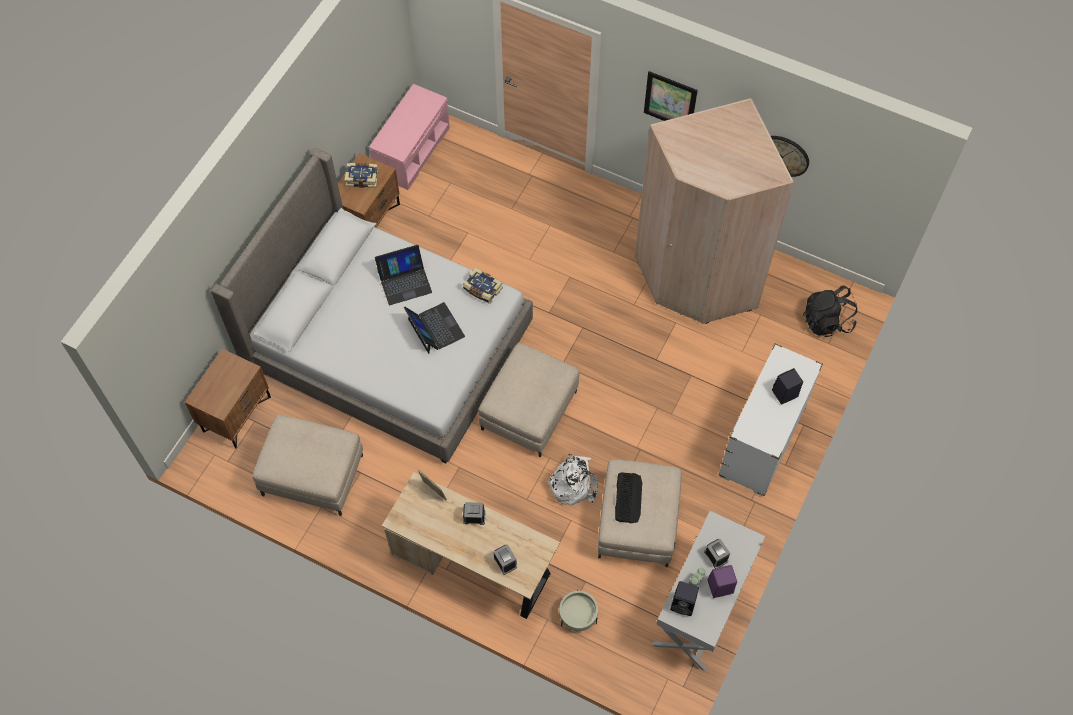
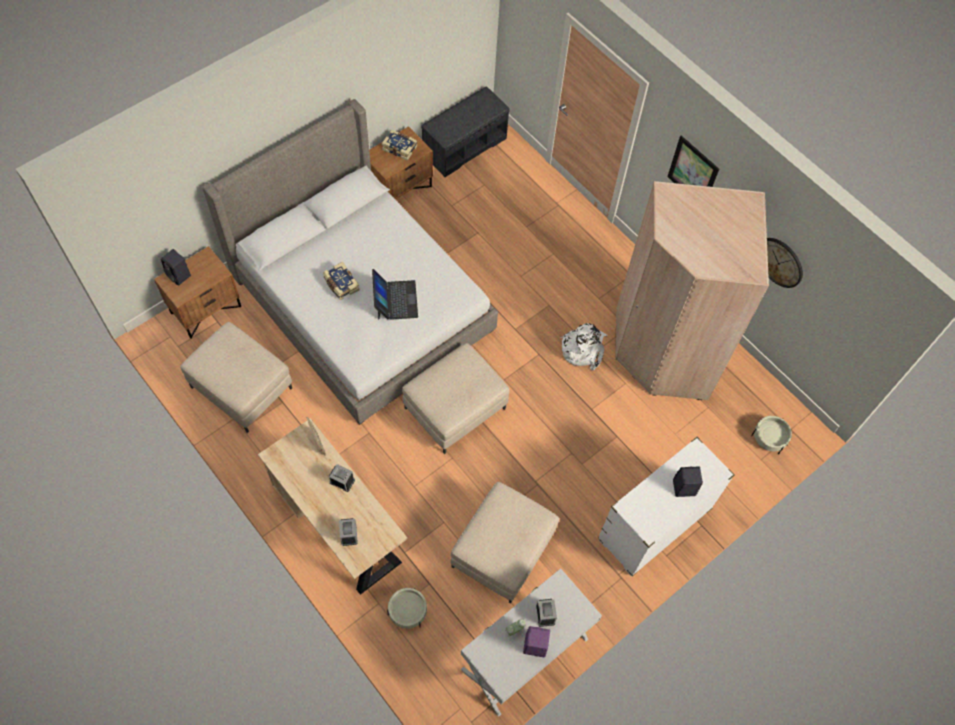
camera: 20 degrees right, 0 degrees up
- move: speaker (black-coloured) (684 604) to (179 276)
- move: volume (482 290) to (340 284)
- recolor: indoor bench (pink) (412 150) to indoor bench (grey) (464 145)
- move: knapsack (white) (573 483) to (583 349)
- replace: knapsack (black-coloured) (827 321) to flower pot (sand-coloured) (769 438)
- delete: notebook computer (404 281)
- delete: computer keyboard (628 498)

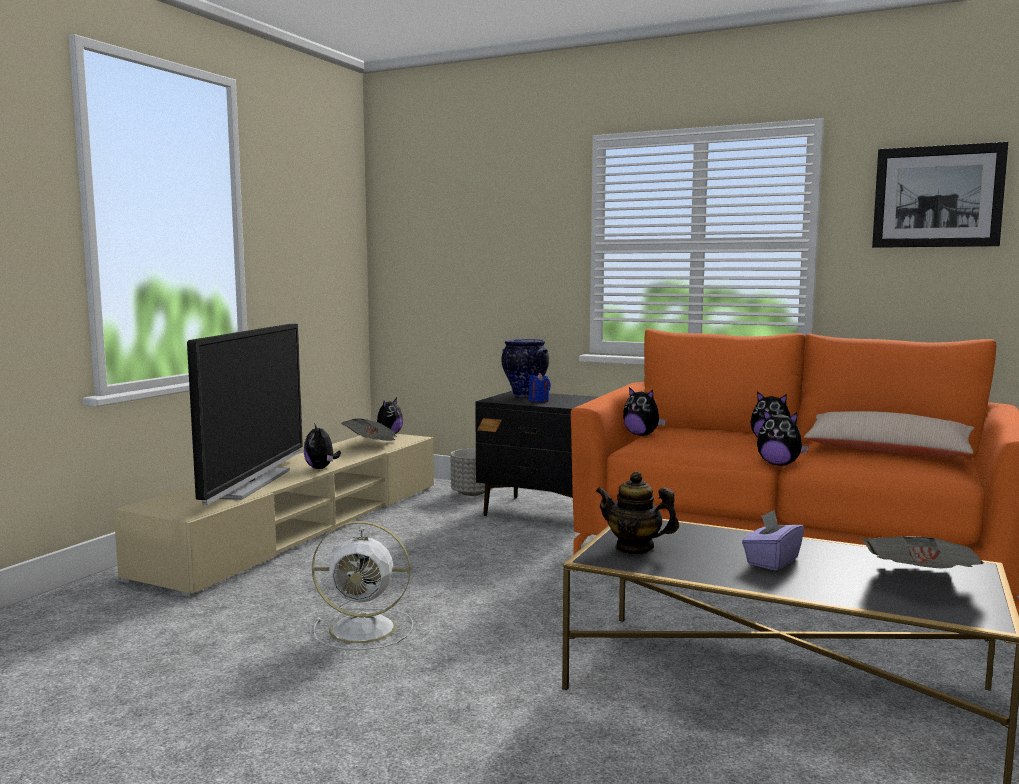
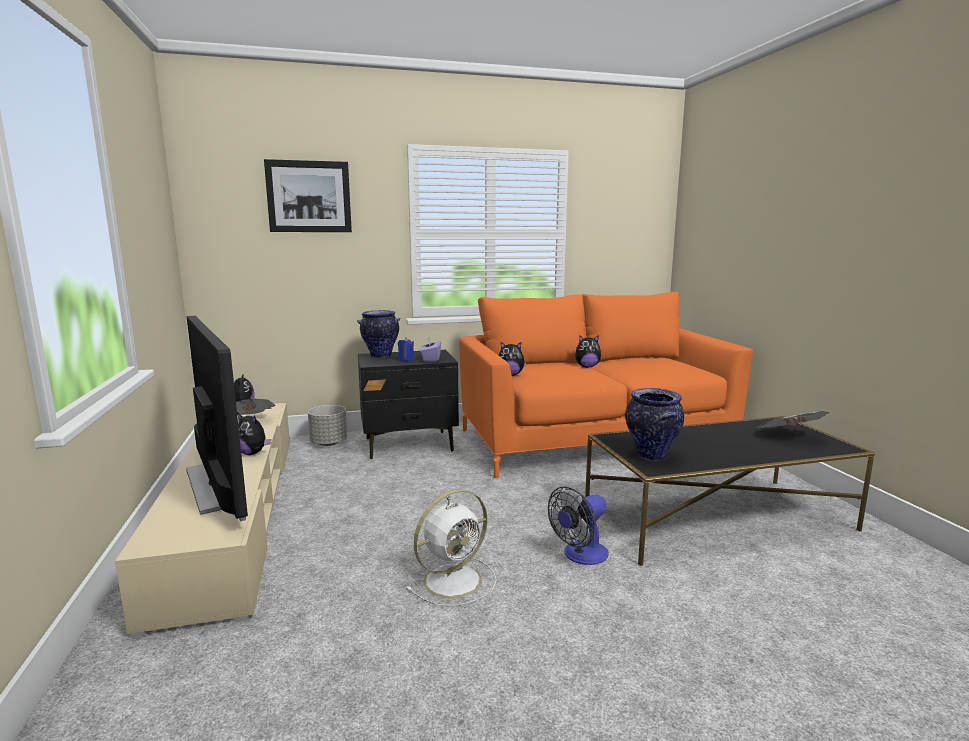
camera: 40 degrees left, 5 degrees up
- move: picture (937 196) to (309 197)
- move: tissue holder (purple-coloured) (771 561) to (431 359)
- insert: cooling fan (580 556)
- replace: pot for tea (635 548) to flower vase (651 456)
- delete: soft toy (779 464)
- delete: cushion (sand-coloured) (887 451)

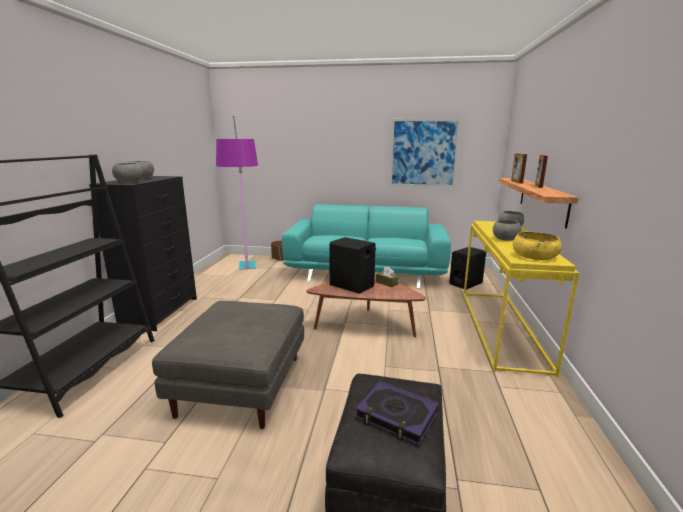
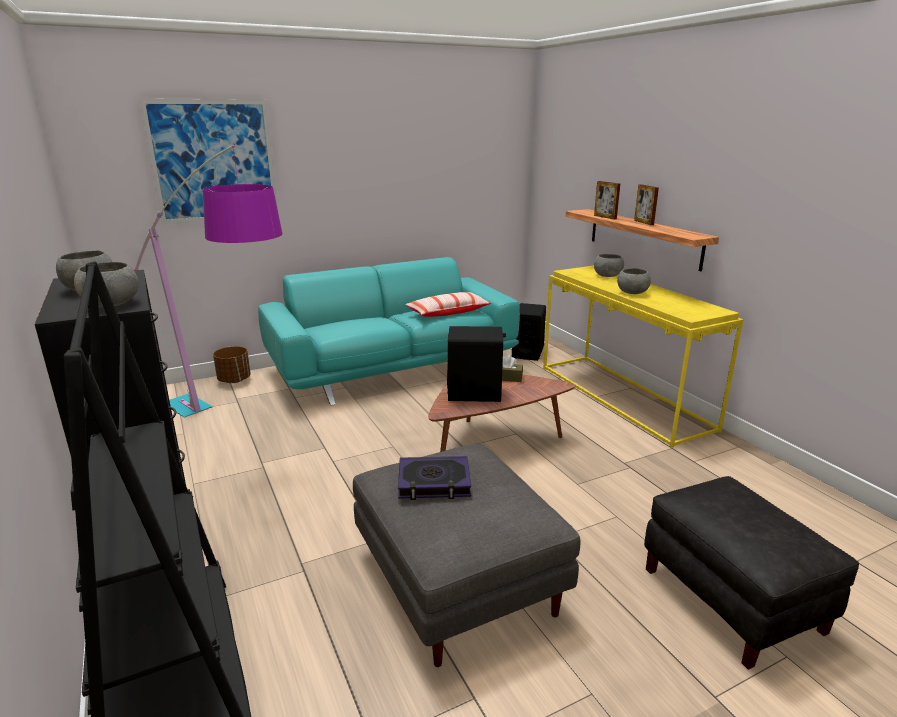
camera: 35 degrees left, 5 degrees up
- move: picture (423 153) to (214 161)
- move: volume (396 416) to (434 483)
- insert: cushion (448 312)
- delete: serving bowl (yellowish) (534 256)

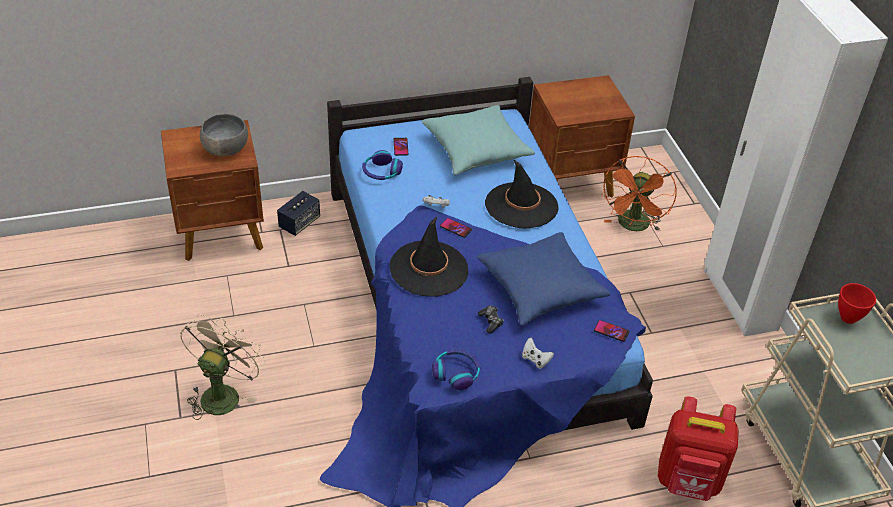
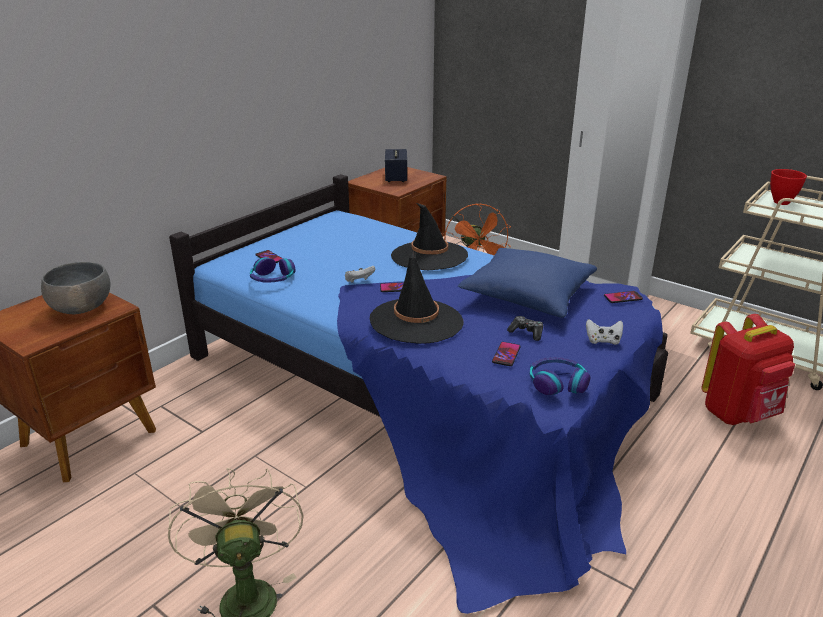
camera: 35 degrees left, 15 degrees down
- move: speaker (299 223) to (396 177)
- insert: telephone (506 354)
- delete: cushion (turquoise) (476 150)

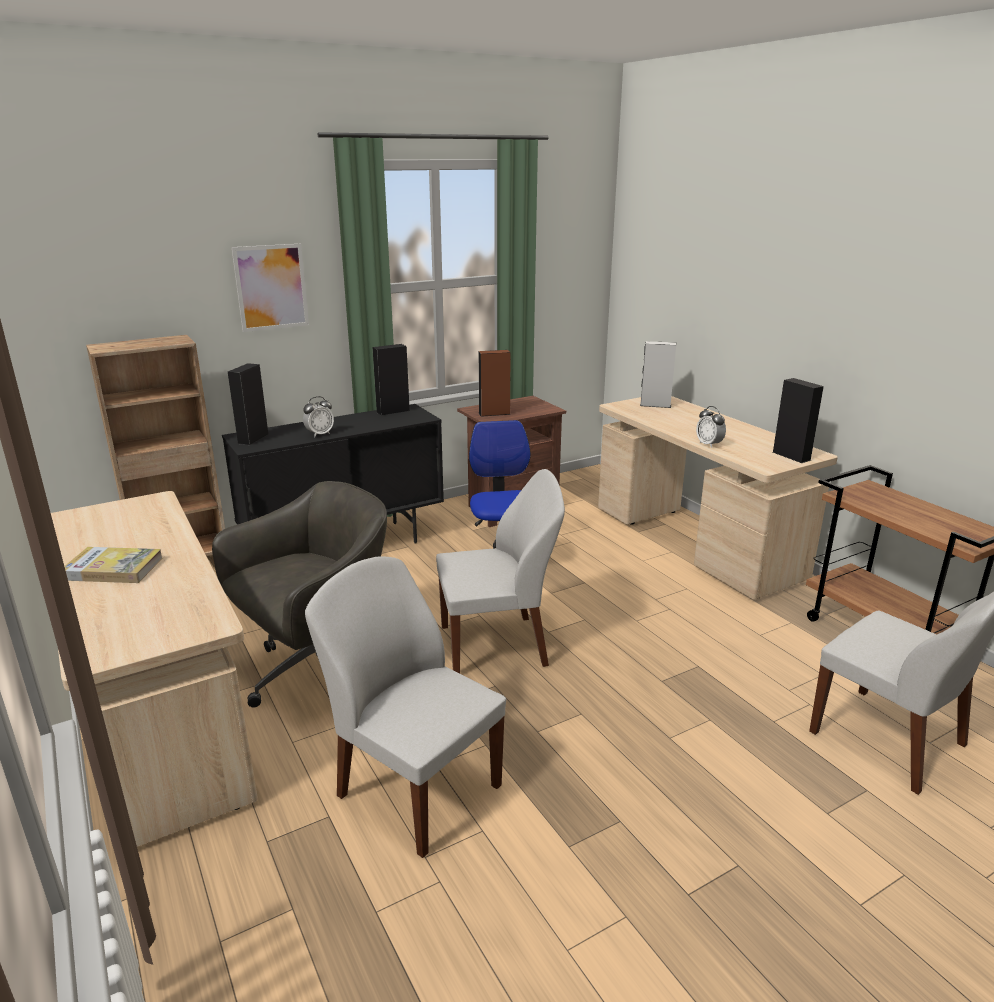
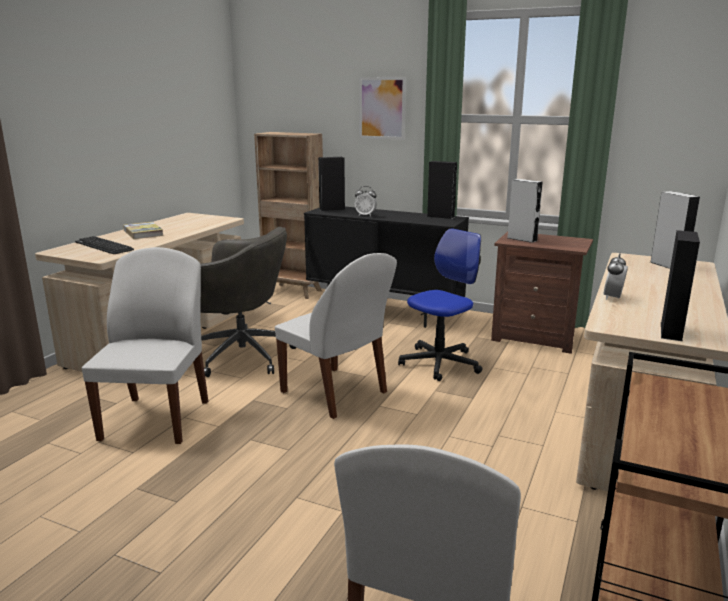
camera: 55 degrees right, 5 degrees down
- insert: computer keyboard (103 246)
- recolor: speaker (brownish) (494 413) to speaker (grey) (522 239)

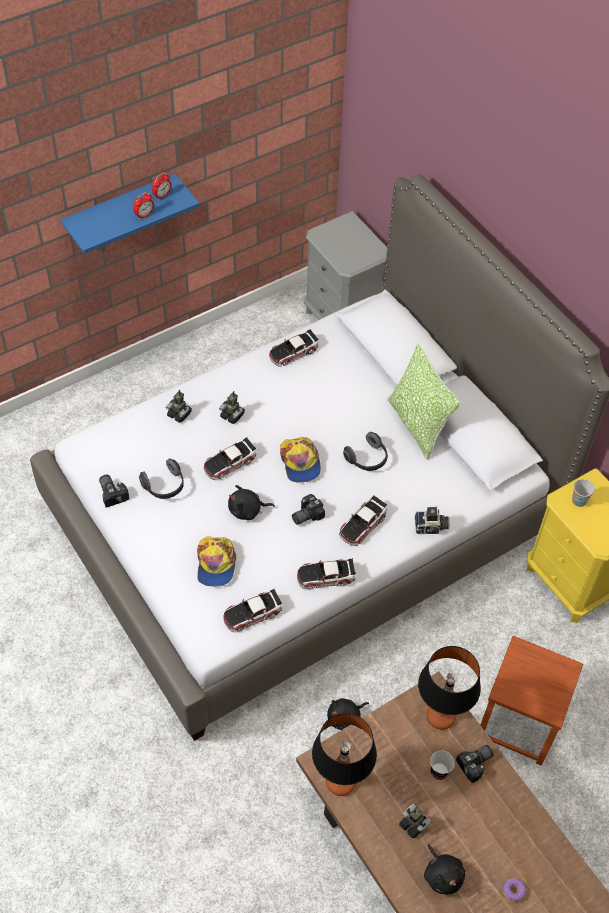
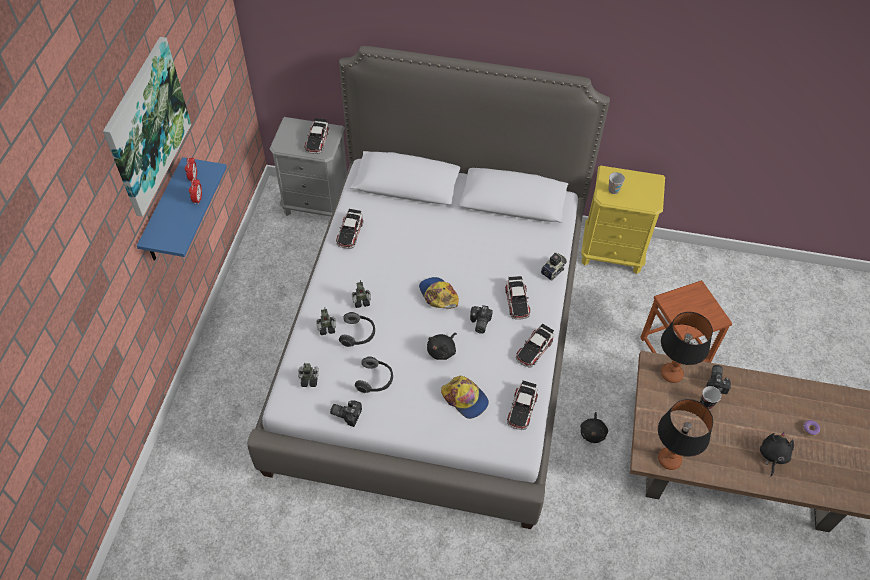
camera: 45 degrees left, 0 degrees up
- insert: picture (147 126)
- move: toy robot (413 824) to (309 380)
- move: model car (229 462) to (317 140)
- move: headset (367 459) to (358 334)
- rotate: baseball cap (300 462) = (438 295) 150 degrees counterclockwise
- rotate: soft toy (black-coloured) (442 875) = (772 456) 90 degrees counterclockwise
- delete: cushion (417 425)

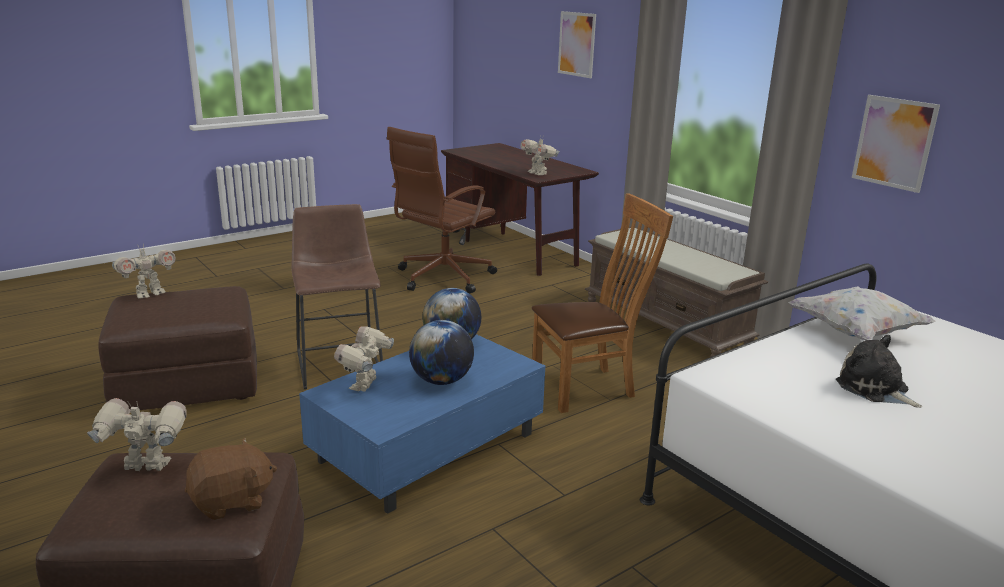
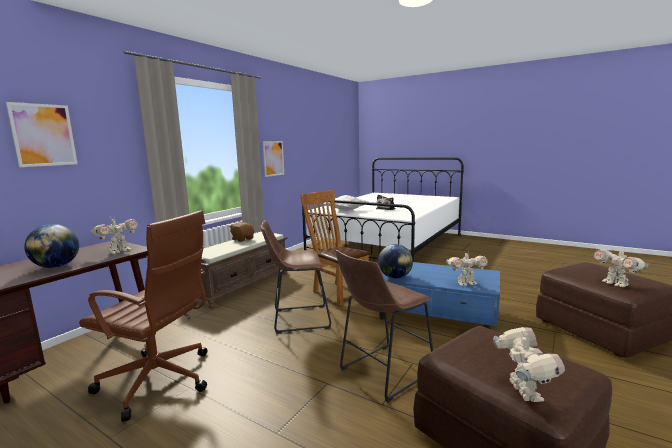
camera: 110 degrees left, 10 degrees down
- move: world globe (441 381) to (56 266)
- move: soft toy (brownish) (232 501) to (243 239)
- insert: stool (brownish) (297 319)
- rotate: toy robot (149 294) = (523 392) 60 degrees clockwise

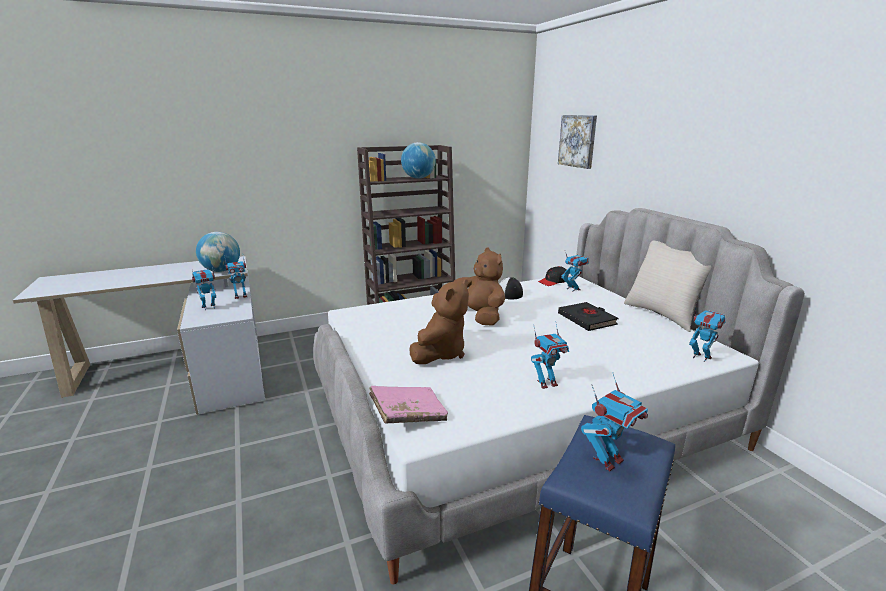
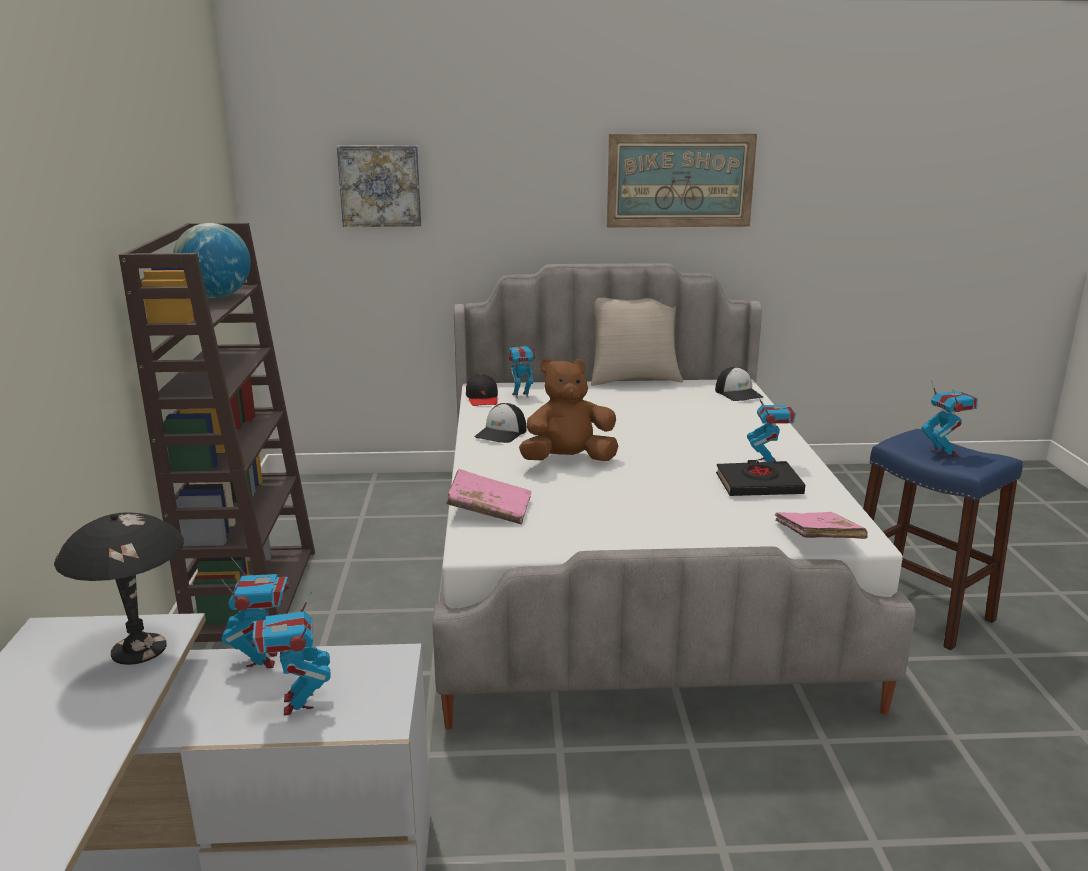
camera: 70 degrees left, 0 degrees up
- replace: world globe (221 271) to table lamp (black-coloured) (140 649)
- insert: volume (pink) (489 510)
- insert: picture (680 180)
- replace: toy robot (701 357) to baseball cap (738 393)
- move: volume (black-coloured) (587 320) to (758 485)
- delete: soft toy (brownish) (440 353)

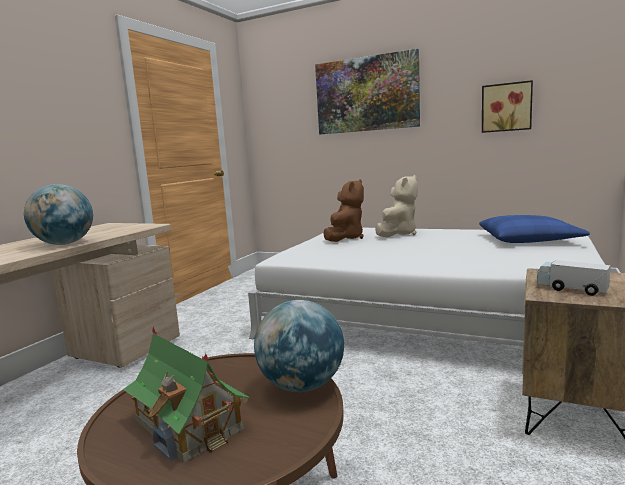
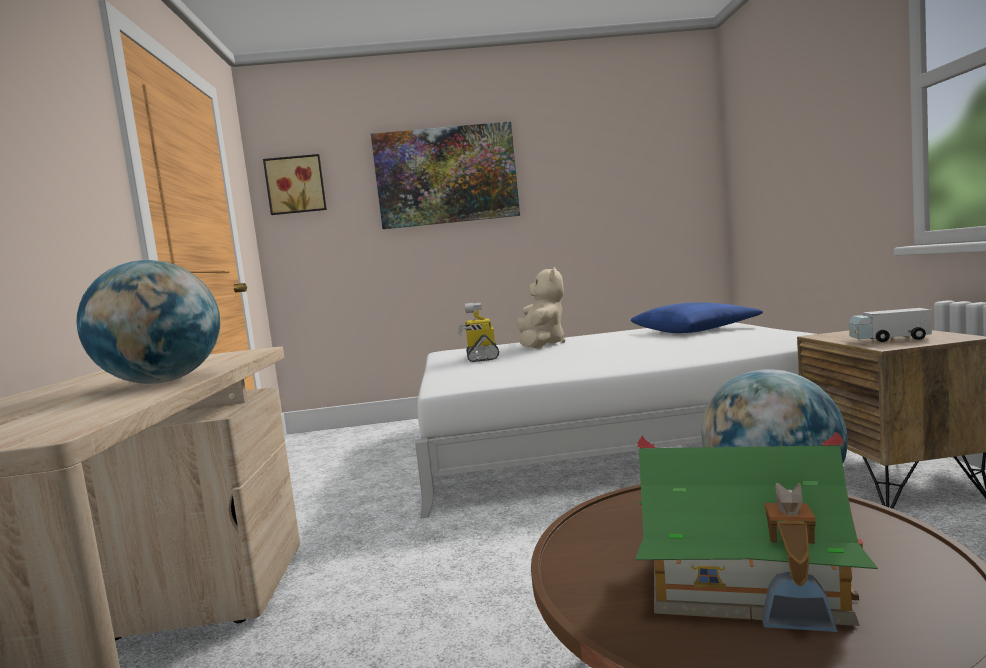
camera: 30 degrees left, 5 degrees down
- move: picture (506 107) to (296 185)
- replace: soft toy (brownish) (345 238) to toy robot (481 357)

